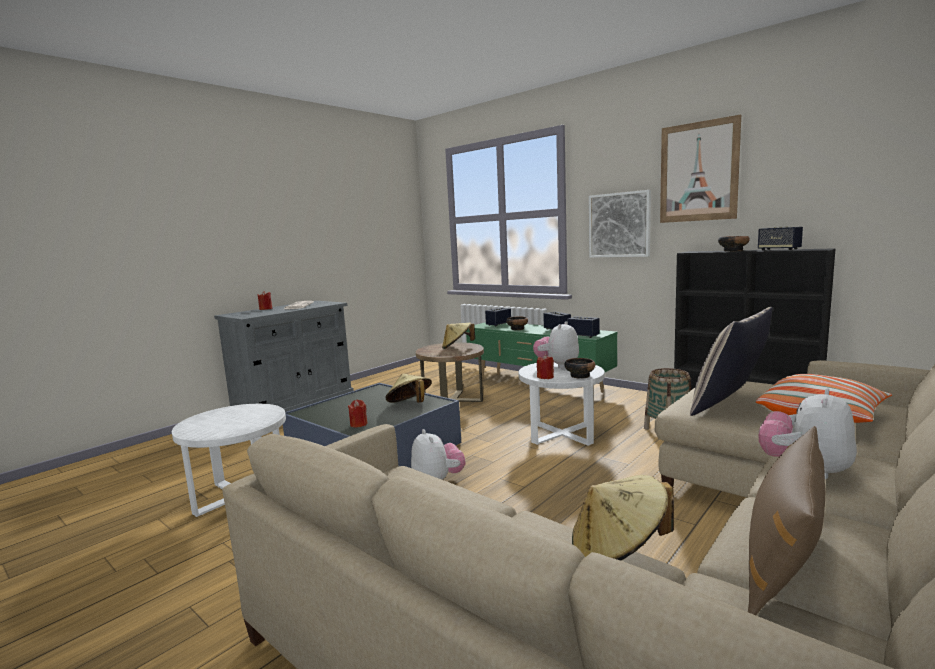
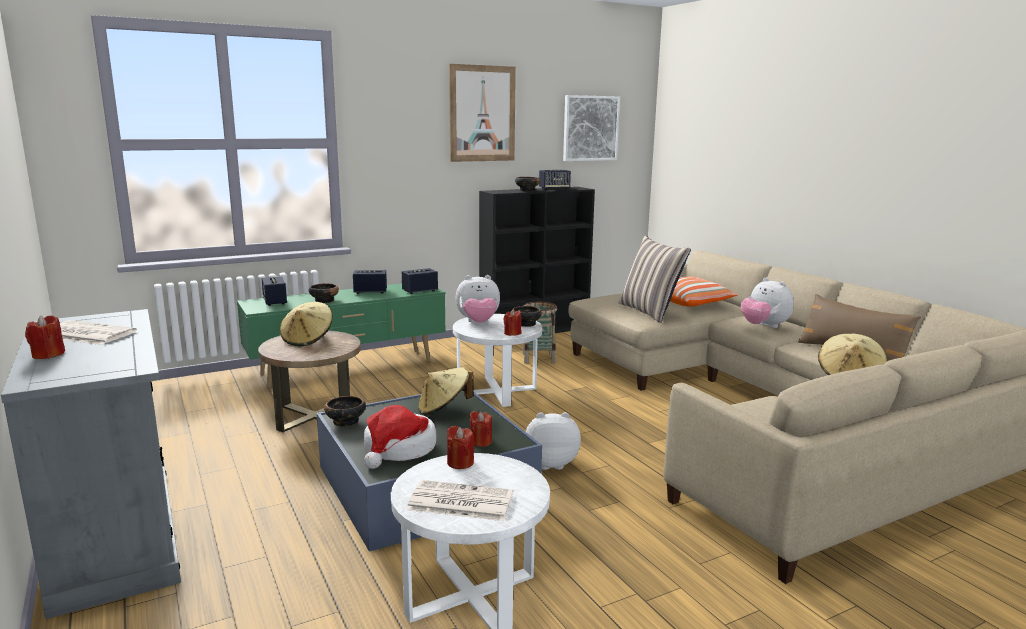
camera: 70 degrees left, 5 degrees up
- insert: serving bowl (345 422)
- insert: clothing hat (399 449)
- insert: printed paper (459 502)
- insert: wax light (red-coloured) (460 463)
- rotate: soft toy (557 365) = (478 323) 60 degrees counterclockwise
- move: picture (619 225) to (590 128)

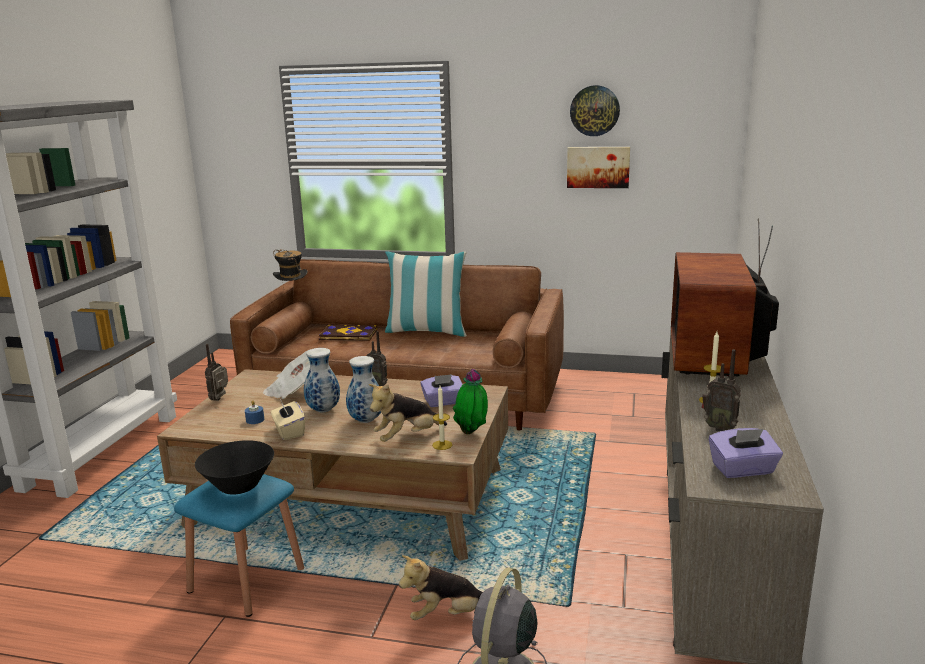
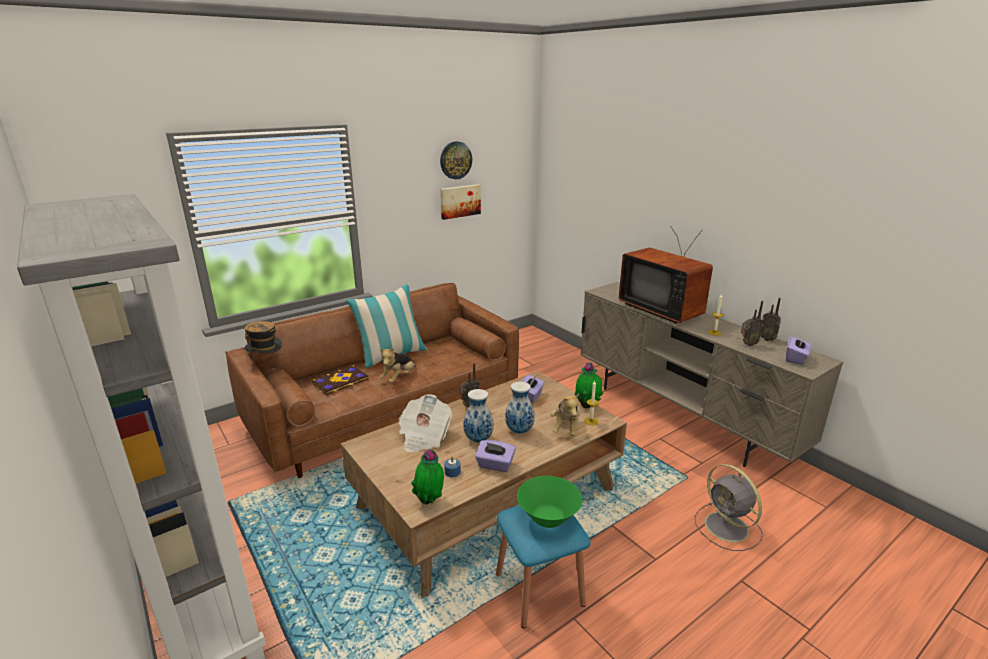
camera: 50 degrees left, 5 degrees up
- move: soft toy (447 615) to (399 378)
- insert: houseplant (430 502)
- recolor: tissue holder (sand-coloured) (289 432) to tissue holder (purple-coloured) (495 465)
- recolor: serving bowl (black-coloured) (239 486) to serving bowl (green-coloured) (548 517)
- move: radio set (220 399) to (767 339)

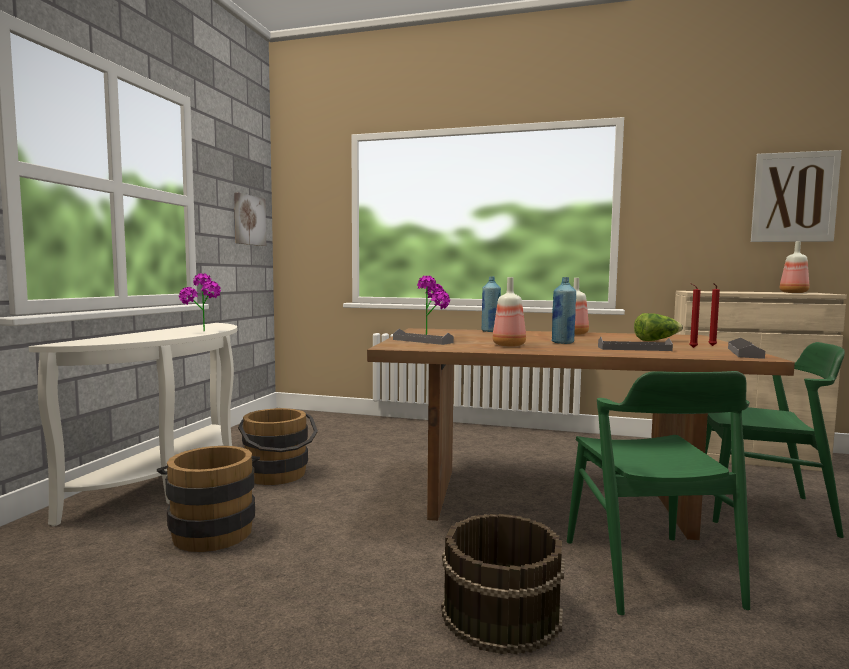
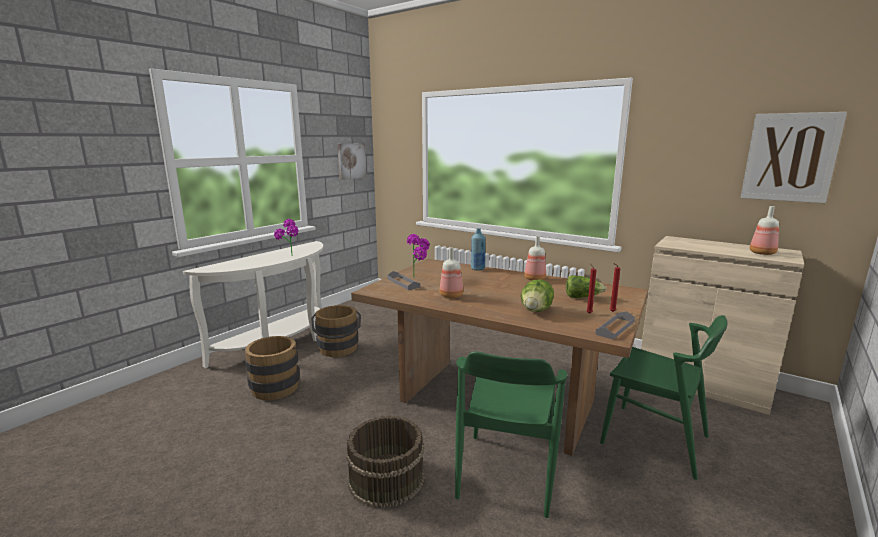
camera: 20 degrees right, 10 degrees up
- replace: serving tray (grey) (634 349) to head of lettuce (536 311)
- delete: beverage bottle (blue-coloured) (562 342)

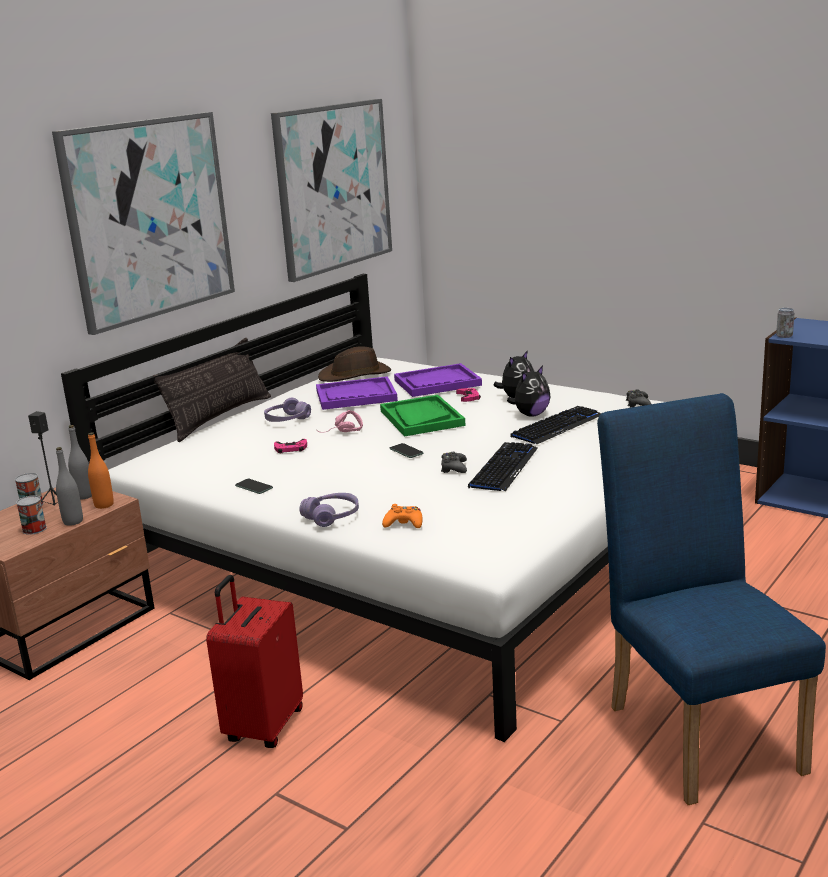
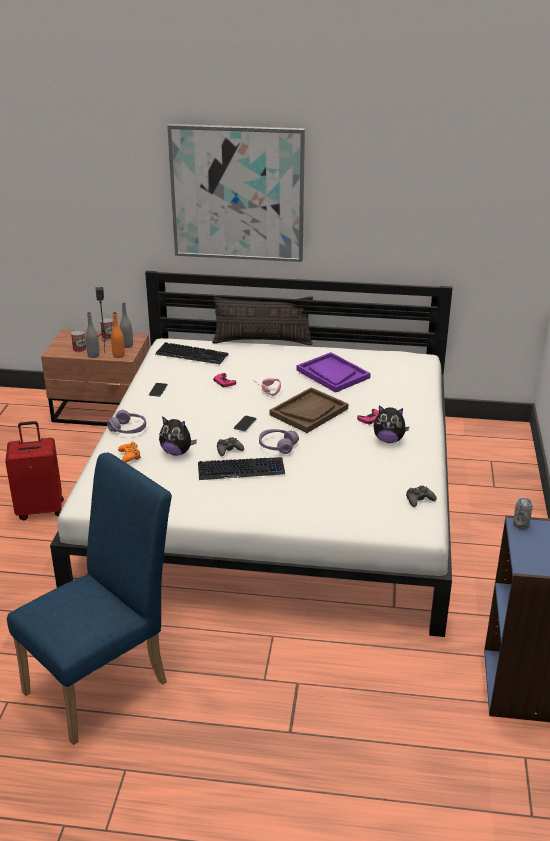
camera: 60 degrees right, 10 degrees up
- move: computer keyboard (557 426) to (192 355)
- move: soft toy (531 414) to (177 452)
- move: headset (purple-coloured) (287 420) to (277 446)
- recolor: serving tray (green-coloured) (421 418) to serving tray (brownish) (309 412)
- delete: picture (333 187)
- delete: clothing hat (brownish) (355 375)
- delete: serving tray (purple-coloured) (437 383)

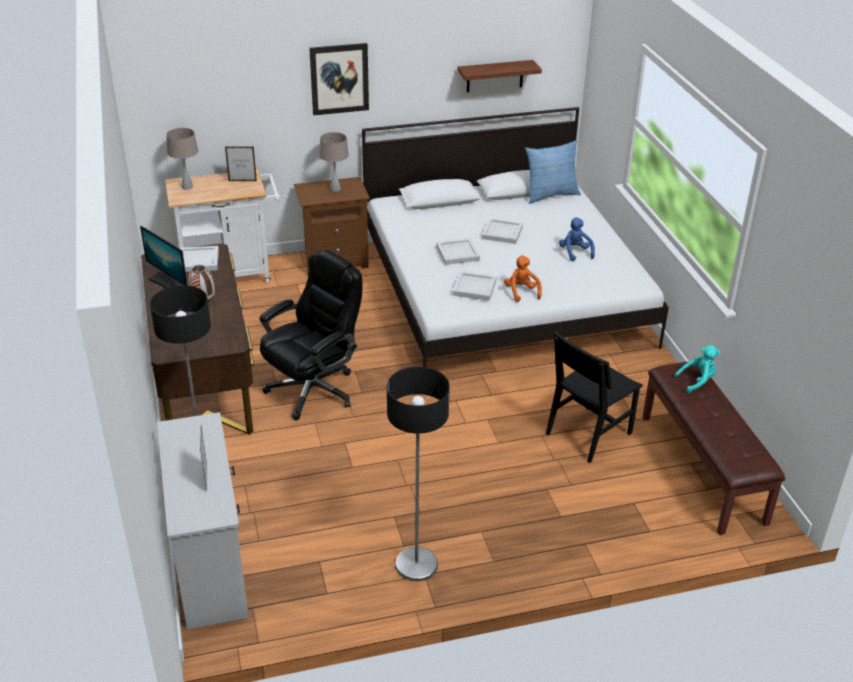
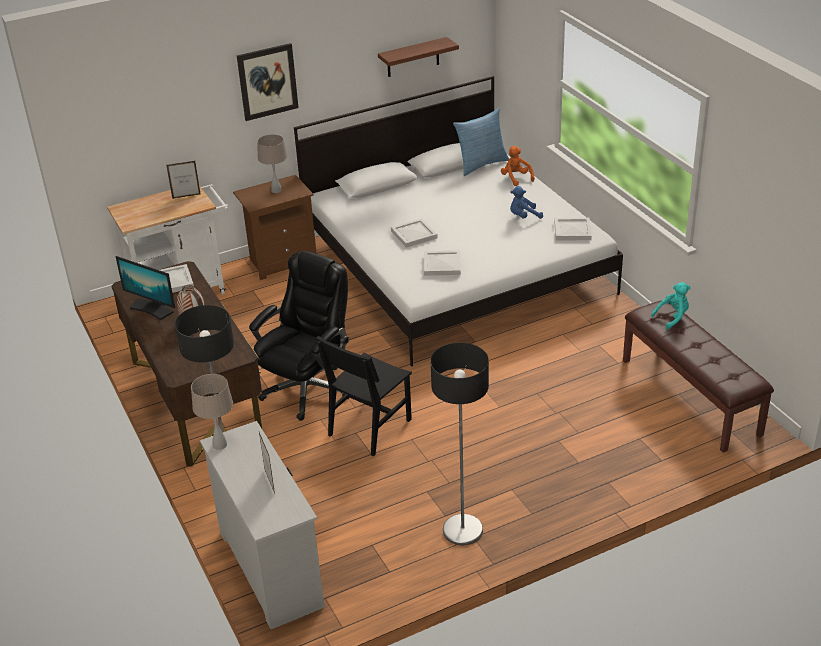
camera: 10 degrees left, 0 degrees up
- move: table lamp (sand-coloured) (187 187) to (220 444)
- move: plain chair (black-coloured) (588 433) to (369 427)
- move: soft toy (orange-coloured) (521 292) to (516 178)
- rotate: soft toy (blue-coloured) (575 252) = (523 216) 75 degrees counterclockwise
- move: serving tray (white) (502 233) to (573 231)

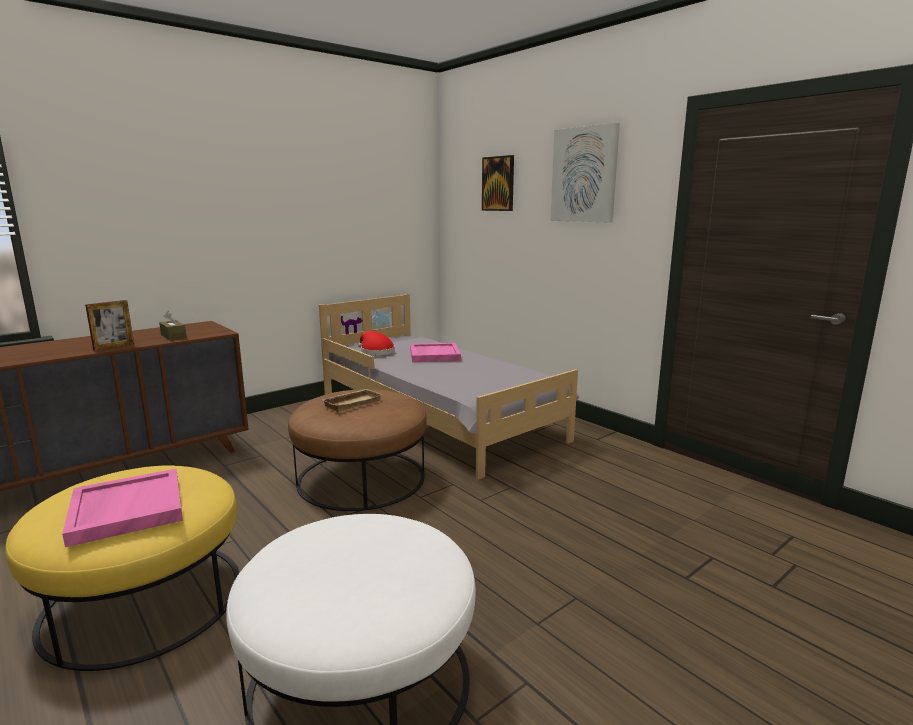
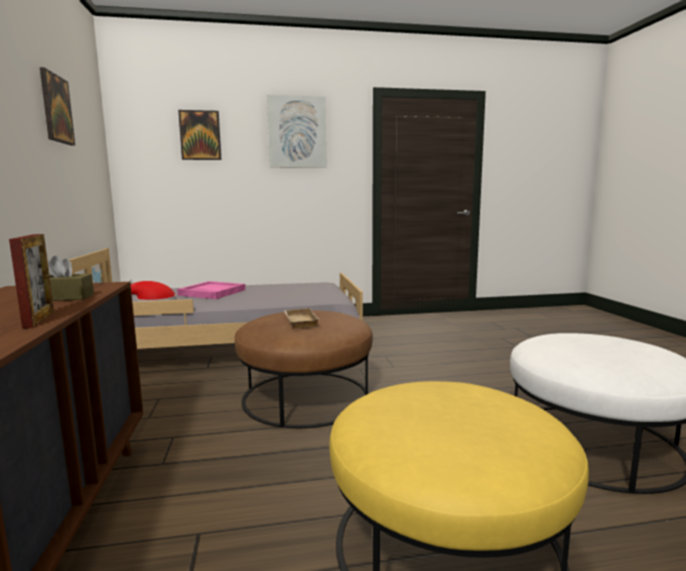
camera: 60 degrees left, 5 degrees down
- insert: picture (56 109)
- delete: serving tray (pink) (126 509)

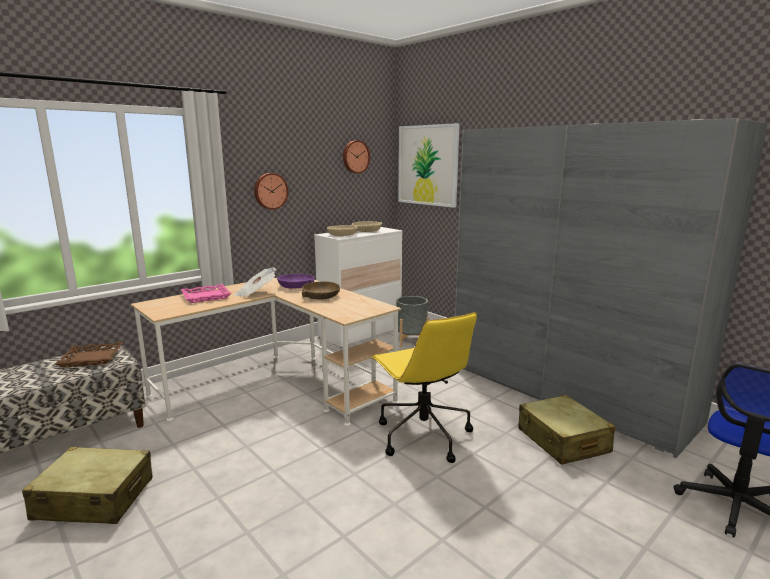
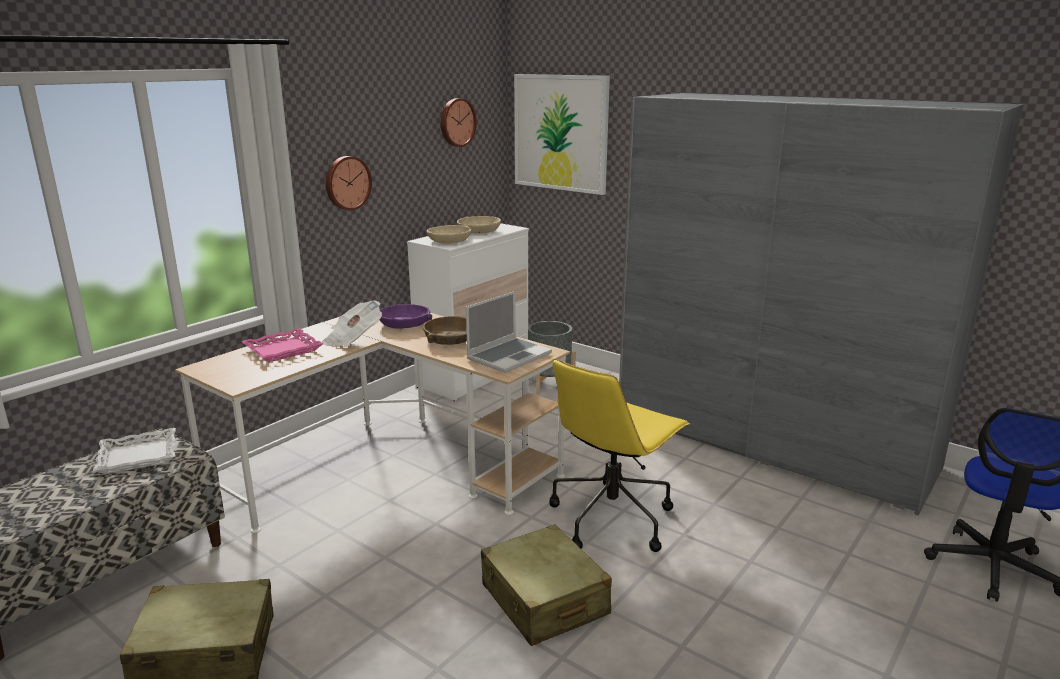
camera: 10 degrees left, 5 degrees up
- recolor: serving tray (brownish) (91 358) to serving tray (white) (138 456)
- insert: notebook computer (509 356)
- move: travel case (sand-coloured) (562 441) to (544 600)
- rotate: computer chair (yellowish) (422 435) = (612 517) 75 degrees clockwise

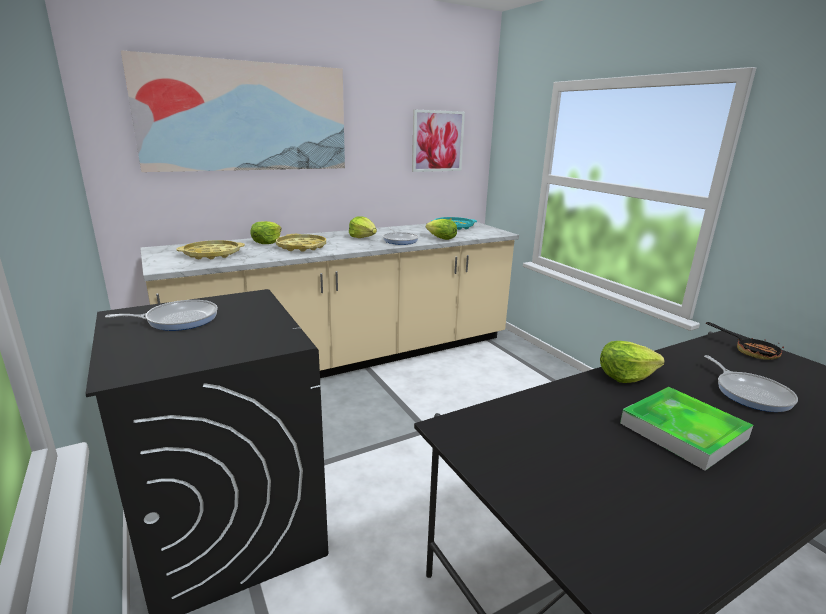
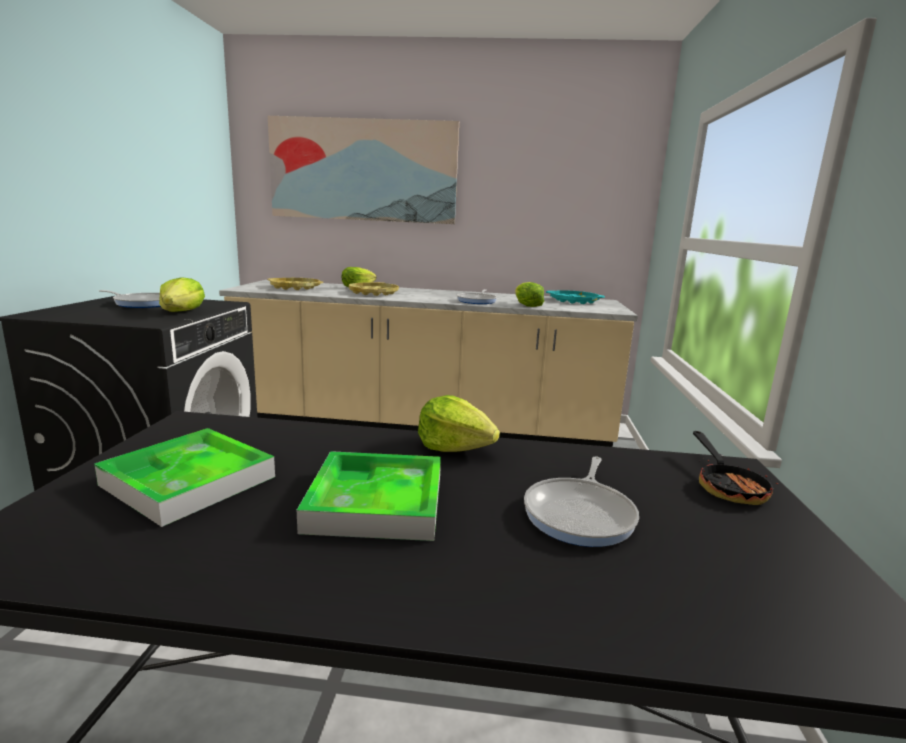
camera: 35 degrees right, 5 degrees down
- insert: serving tray (189 481)
- move: head of lettuce (363 237) to (181 312)
- delete: picture (437 141)

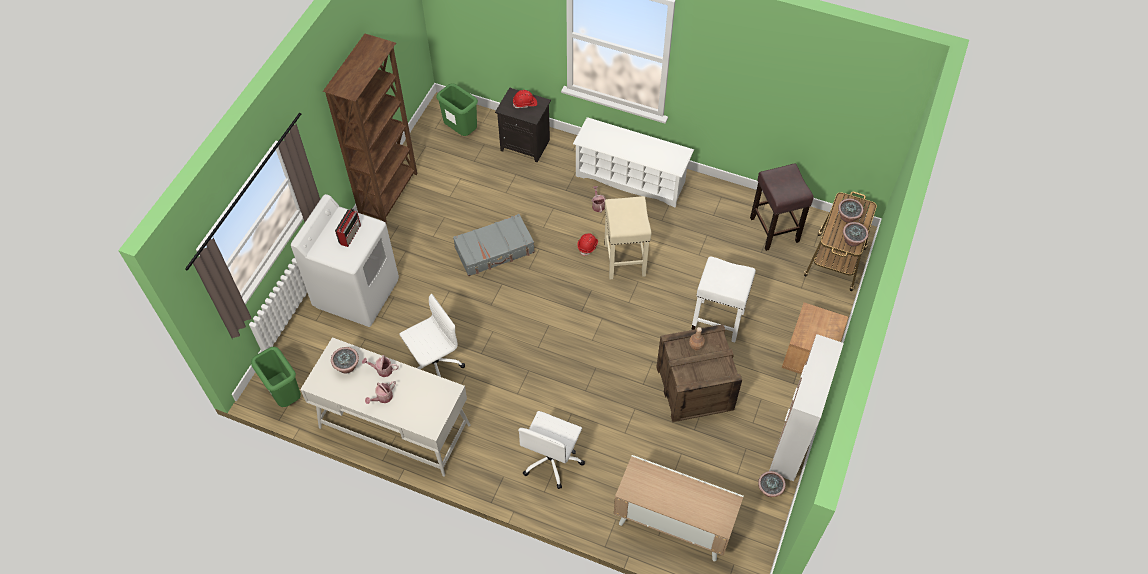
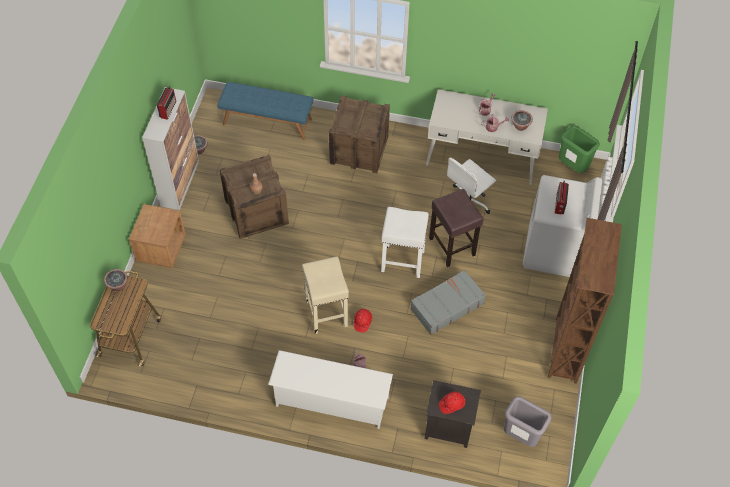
camera: 170 degrees right, 0 degrees up
- insert: radio set (168 109)
- replace: cupboard (672 525) to indoor bench (blue-coloured) (267 121)
- replace: computer chair (white) (552 460) to crate (359 149)
- move: stool (white) (718 321) to (402 261)
- move: stool (brownish) (773 229) to (452 247)
- recolor: trash can (green-coloured) (461 131) to trash can (grey) (520 436)
- delete: houseplant (847 217)

